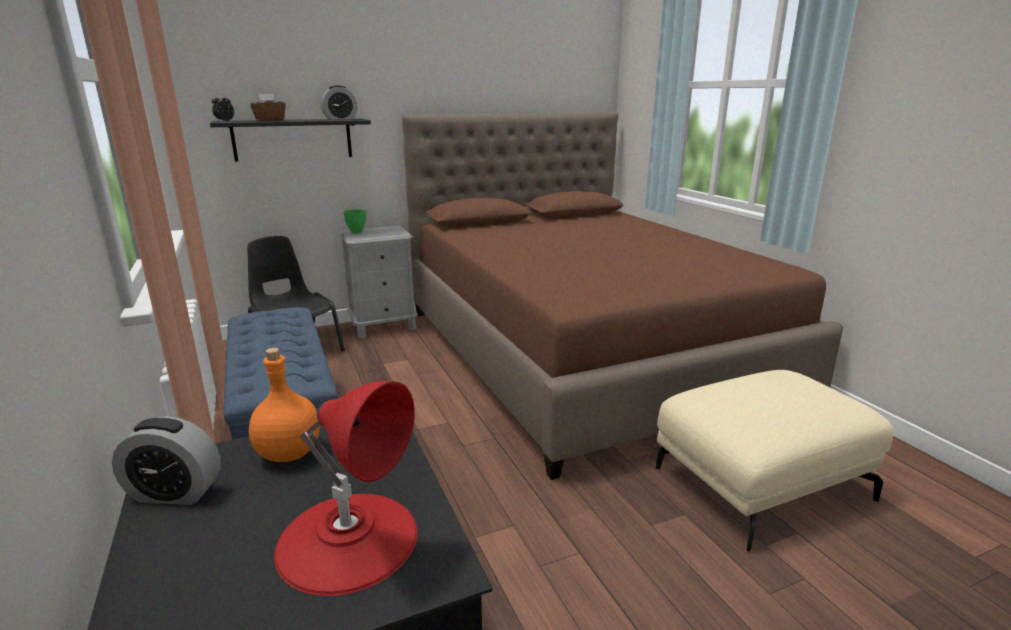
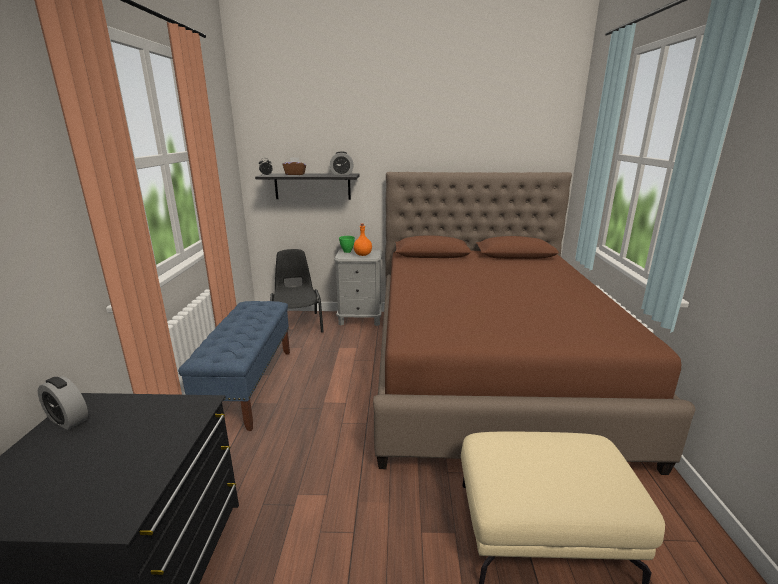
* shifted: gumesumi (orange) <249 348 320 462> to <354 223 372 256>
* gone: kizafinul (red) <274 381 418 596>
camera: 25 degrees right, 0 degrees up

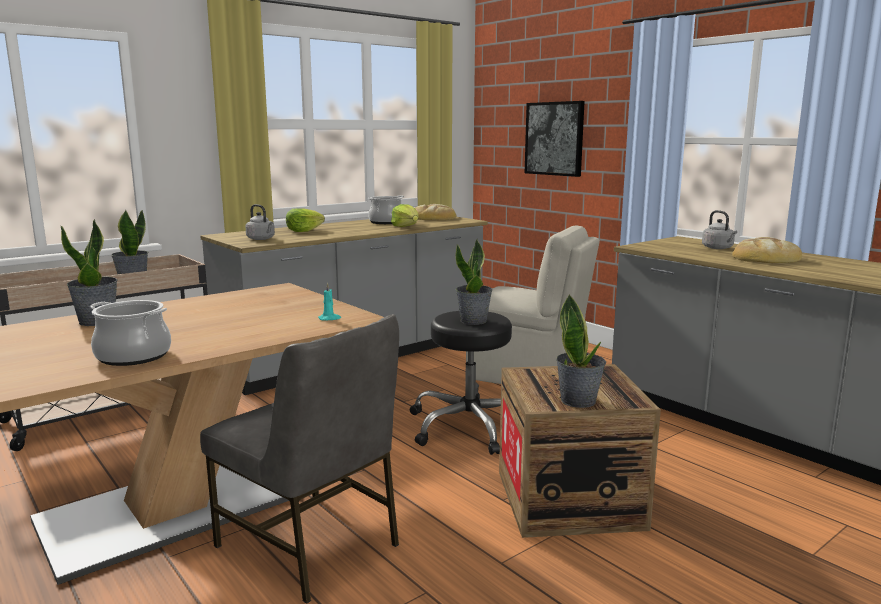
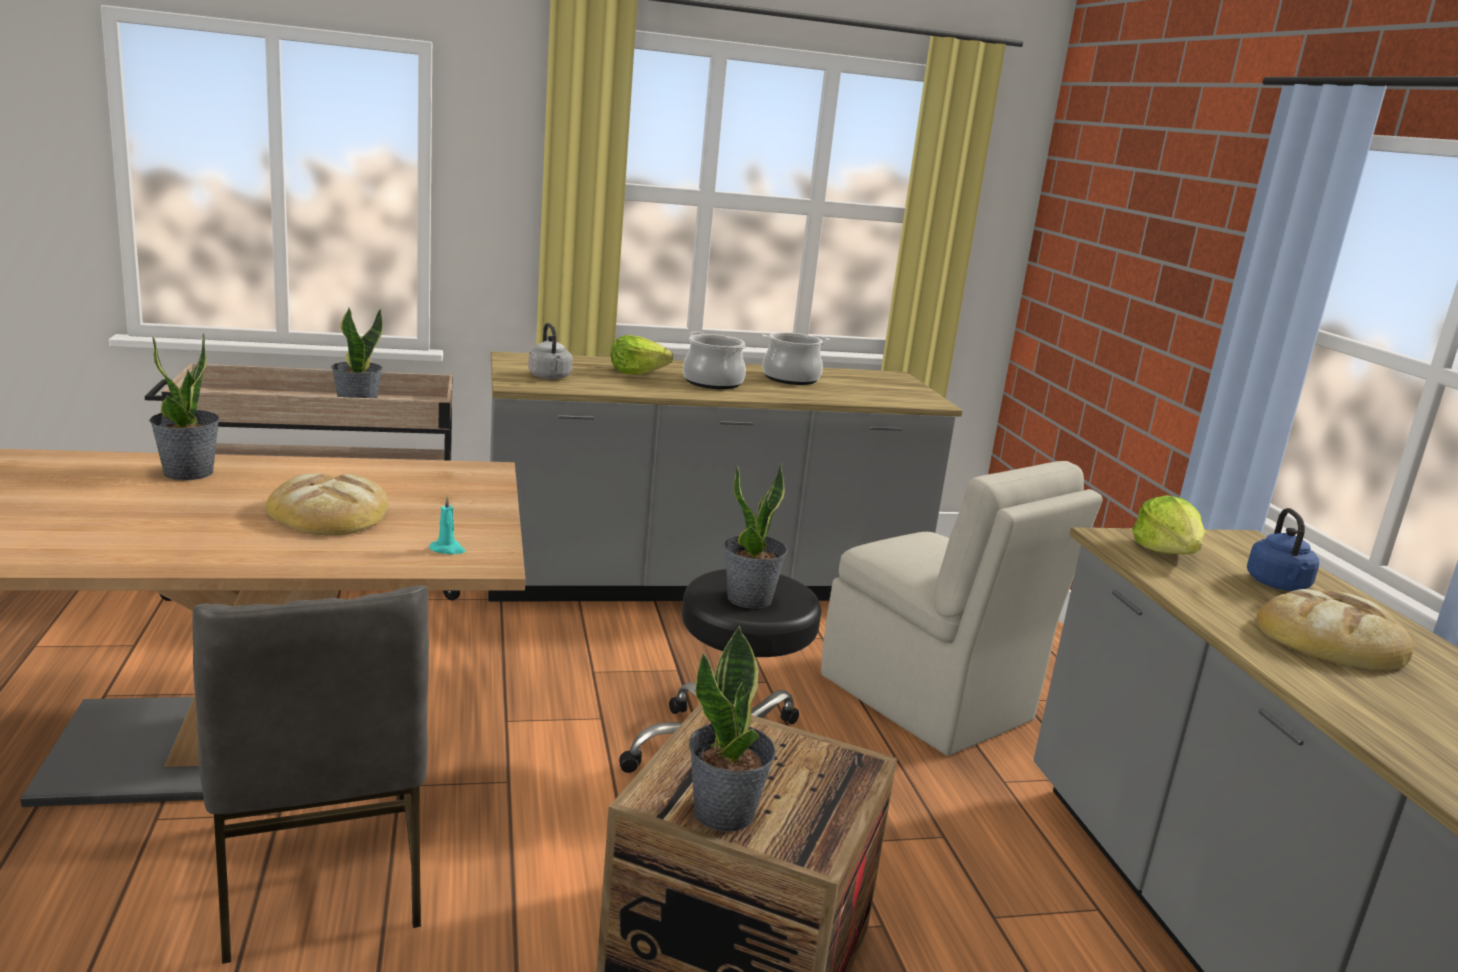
* gone: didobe <525 101 585 177>
* shifted: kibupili <391 204 419 227> to <1132 495 1205 554>
* shifted: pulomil <415 204 456 220> to <266 473 388 536>
* repainted: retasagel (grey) <702 210 737 249> to retasagel (blue) <1247 508 1319 591>
* shifted: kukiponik <90 300 171 366> to <683 331 747 389>
camera: 25 degrees right, 5 degrees up

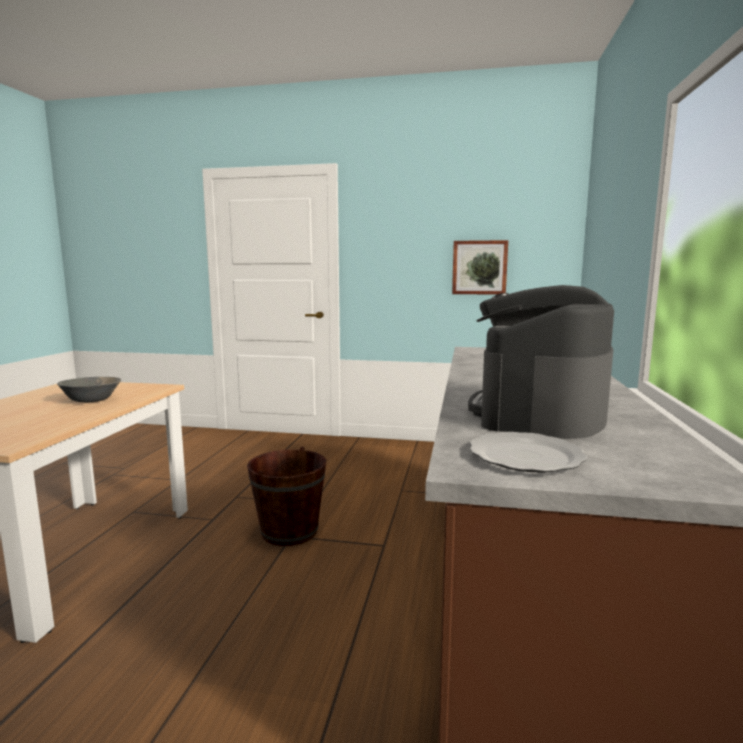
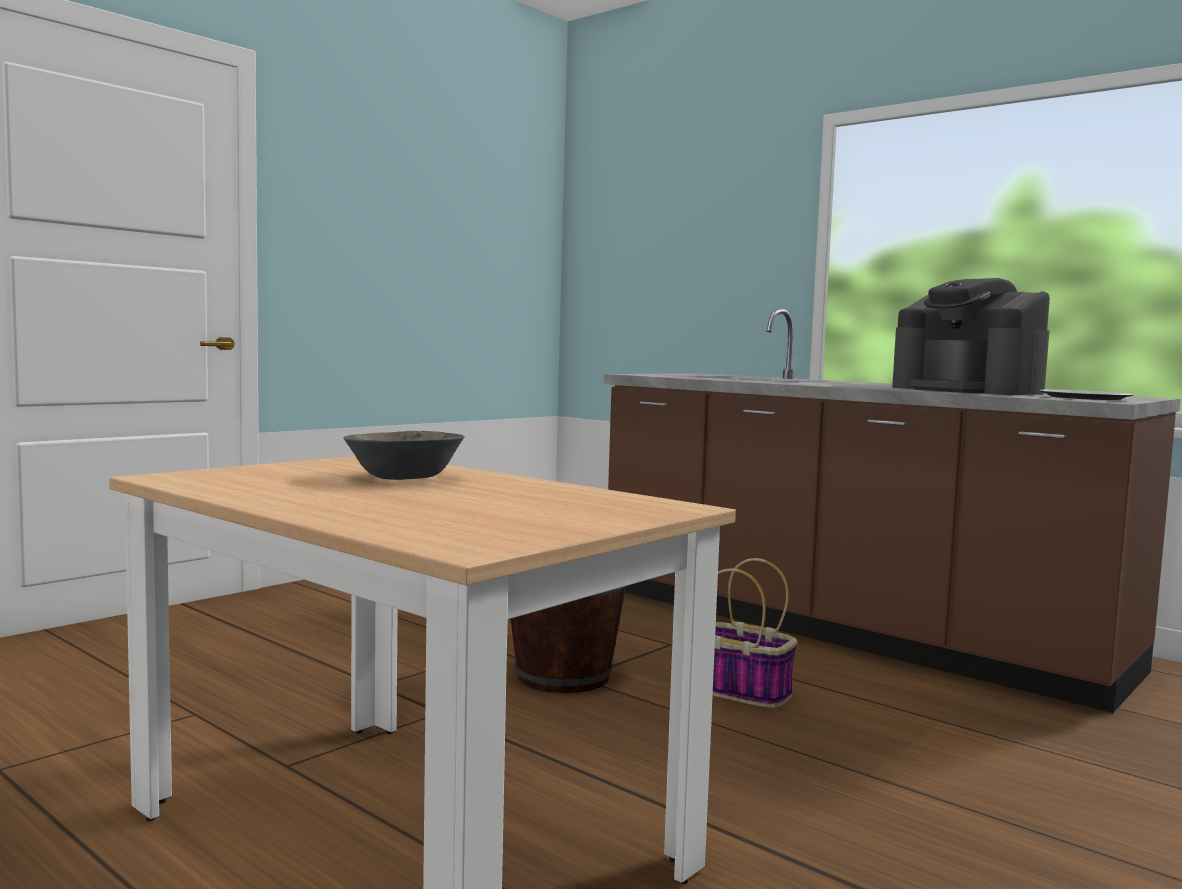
* gone: didobe <452 240 508 295>
* new: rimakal <713 558 797 708>
camera: 60 degrees left, 5 degrees down

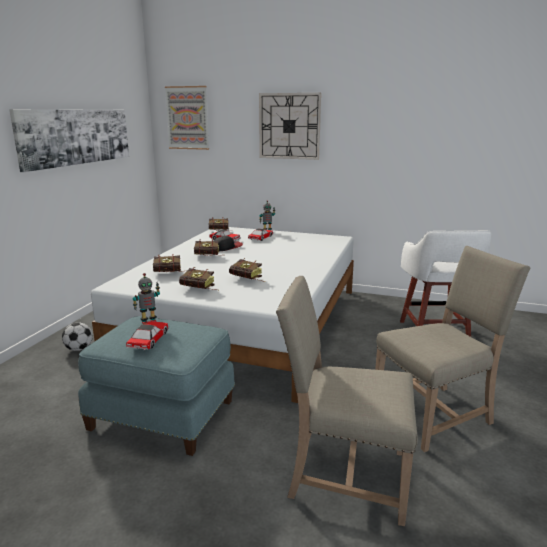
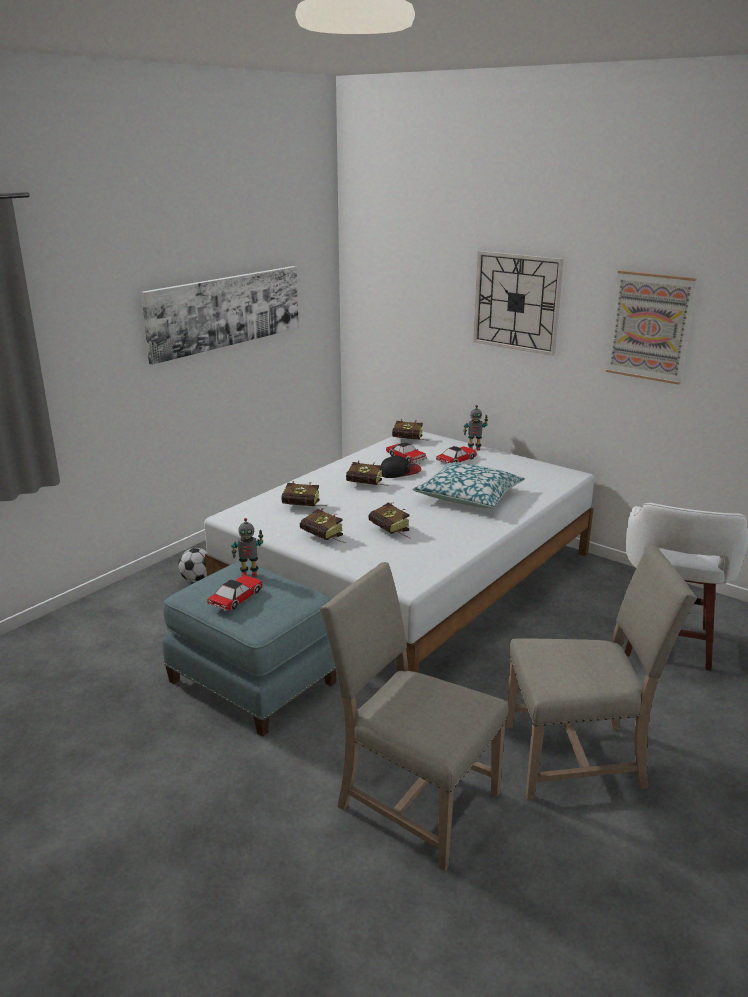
* shifted: didobe <165 86 209 150> to <606 270 697 385>
* new: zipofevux <413 462 525 508>
camera: 20 degrees right, 5 degrees up

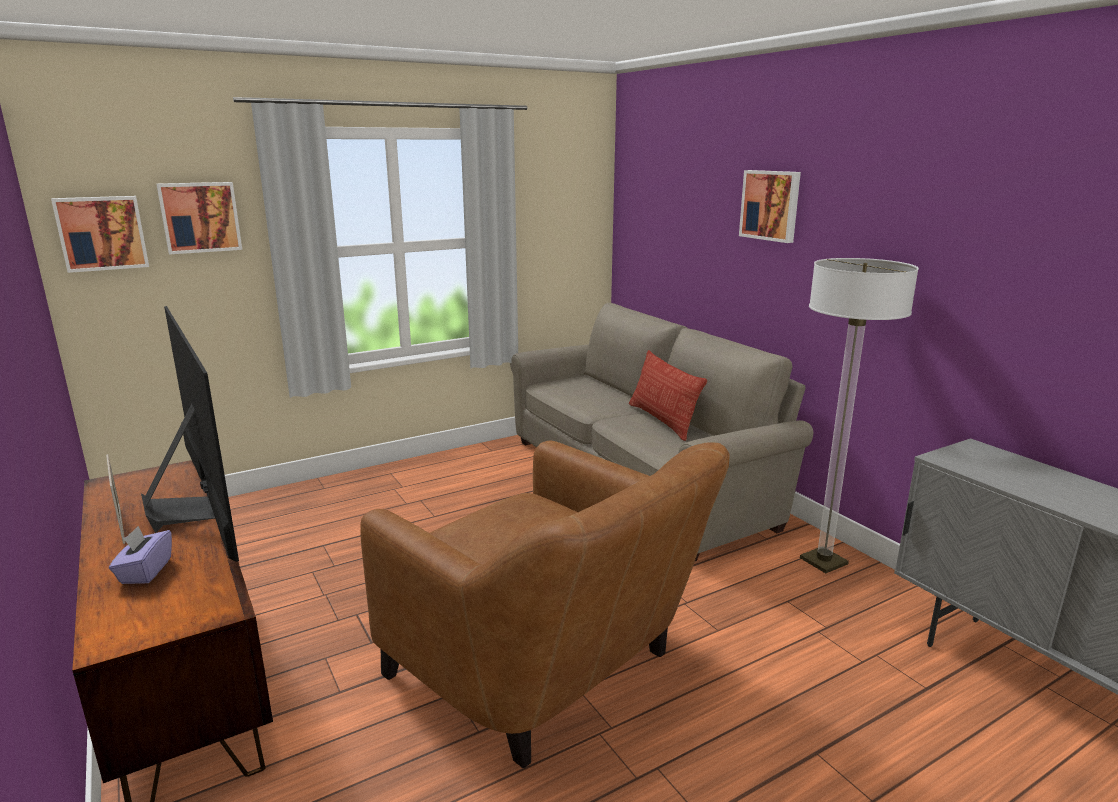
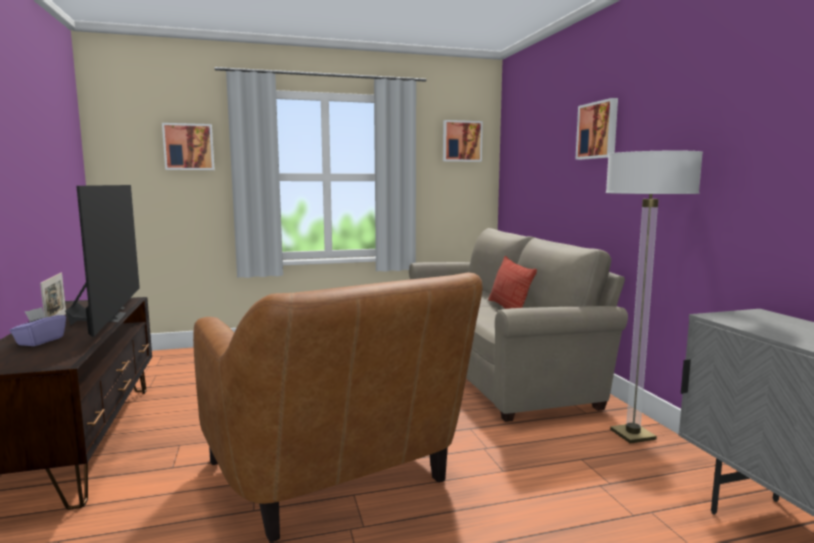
* shifted: didobe <51 196 149 273> to <443 120 483 162>
camera: 15 degrees right, 10 degrees down

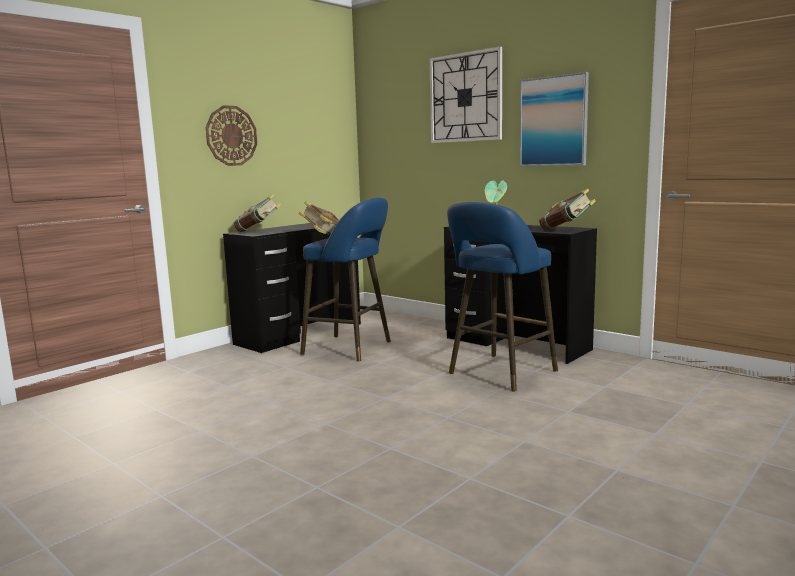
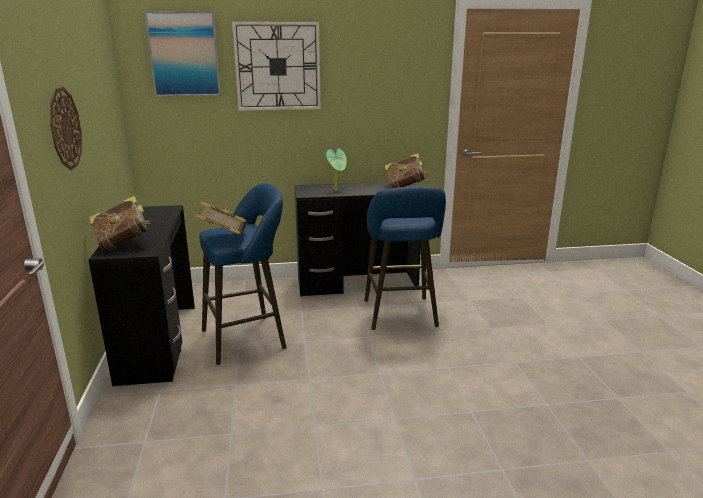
* shifted: didobe <520 72 589 167> to <144 11 221 97>
camera: 50 degrees left, 10 degrees up

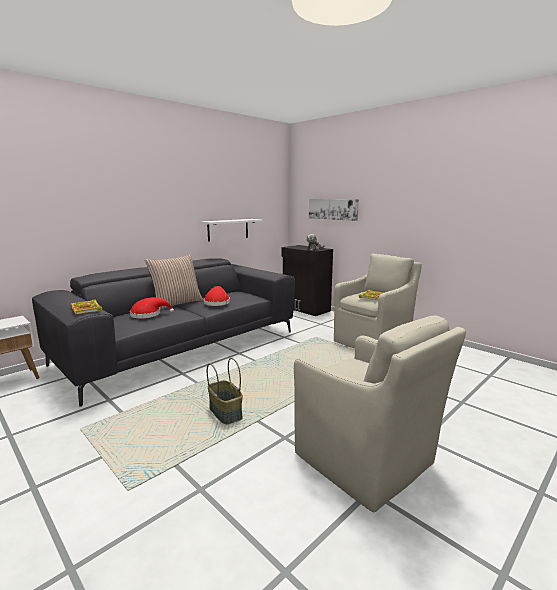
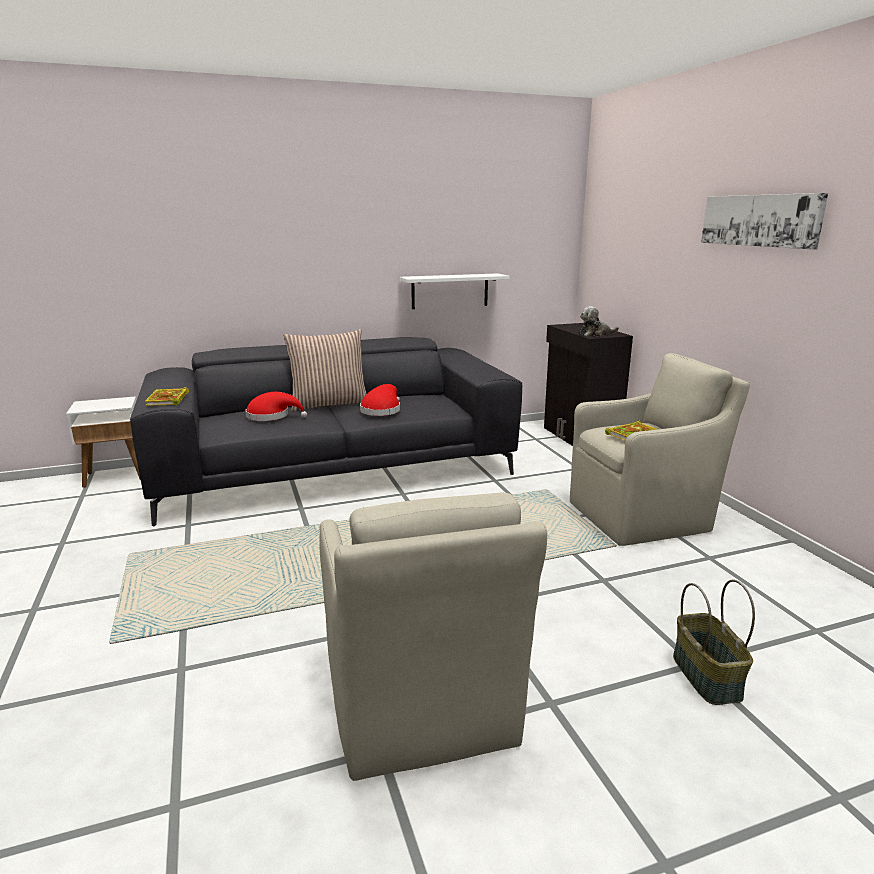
* shifted: didobe <309 199 359 221> to <701 193 828 250>
* shifted: rimakal <207 358 243 424> to <673 579 755 705>
camera: 25 degrees right, 5 degrees up

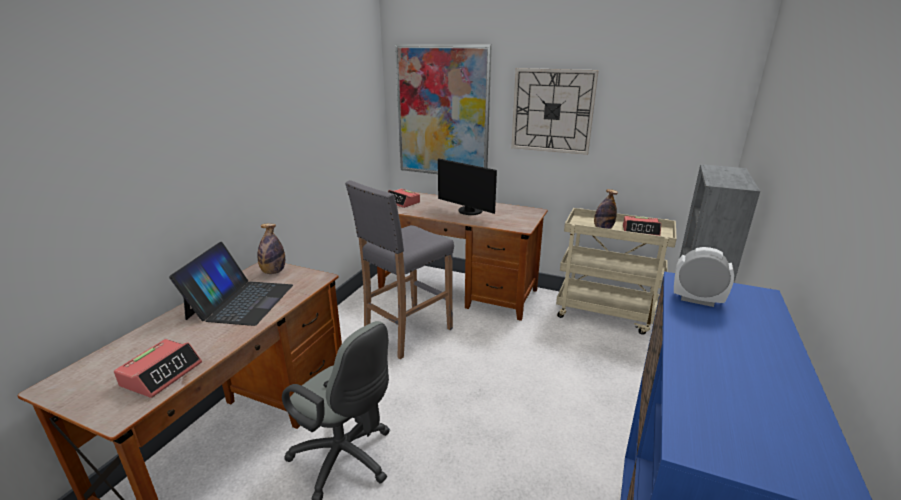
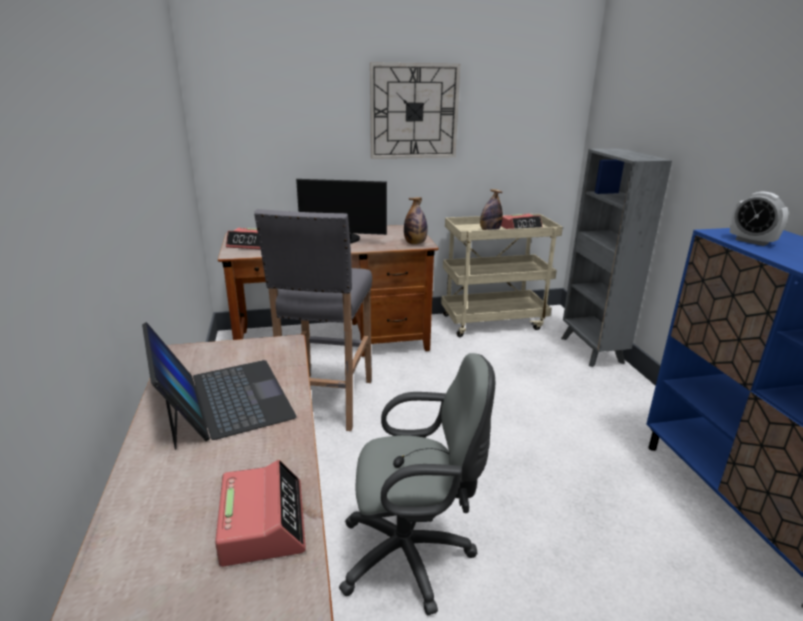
* gone: didobe <395 44 492 174>
* shifted: gumesumi <258 223 285 274> to <404 197 428 245>
* rotated: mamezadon <674 247 734 307> = <730 191 788 246> 120 degrees counterclockwise
camera: 35 degrees left, 0 degrees up

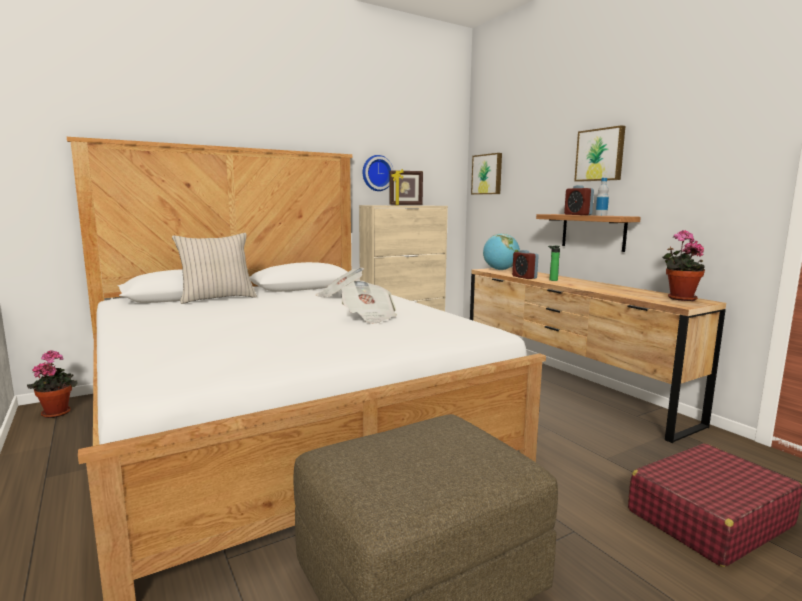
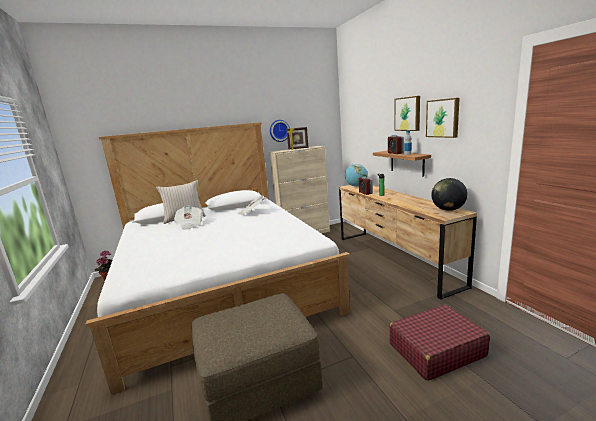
* shifted: didobe <471 153 502 194> to <426 98 460 138>
* swapped: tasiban <662 230 705 301> to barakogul <431 178 468 211>
* shifted: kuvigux <341 280 397 324> to <174 206 203 230>
camera: 10 degrees right, 5 degrees up

